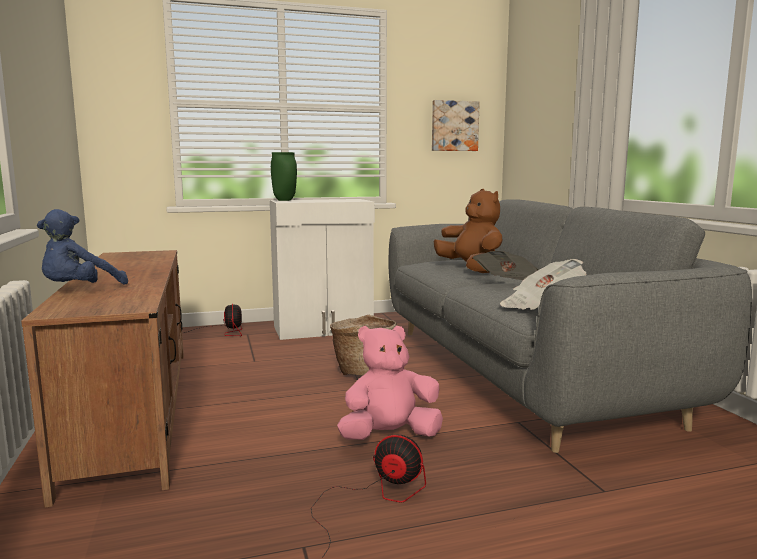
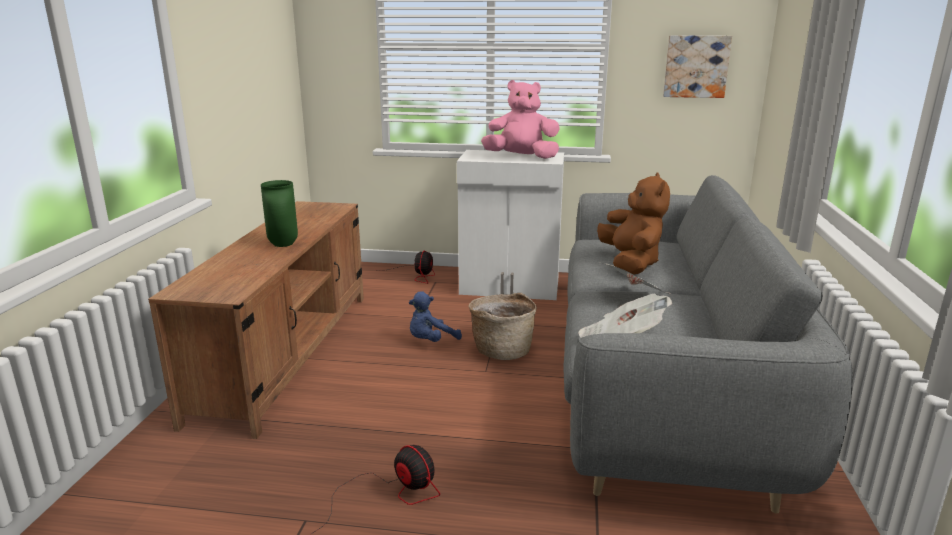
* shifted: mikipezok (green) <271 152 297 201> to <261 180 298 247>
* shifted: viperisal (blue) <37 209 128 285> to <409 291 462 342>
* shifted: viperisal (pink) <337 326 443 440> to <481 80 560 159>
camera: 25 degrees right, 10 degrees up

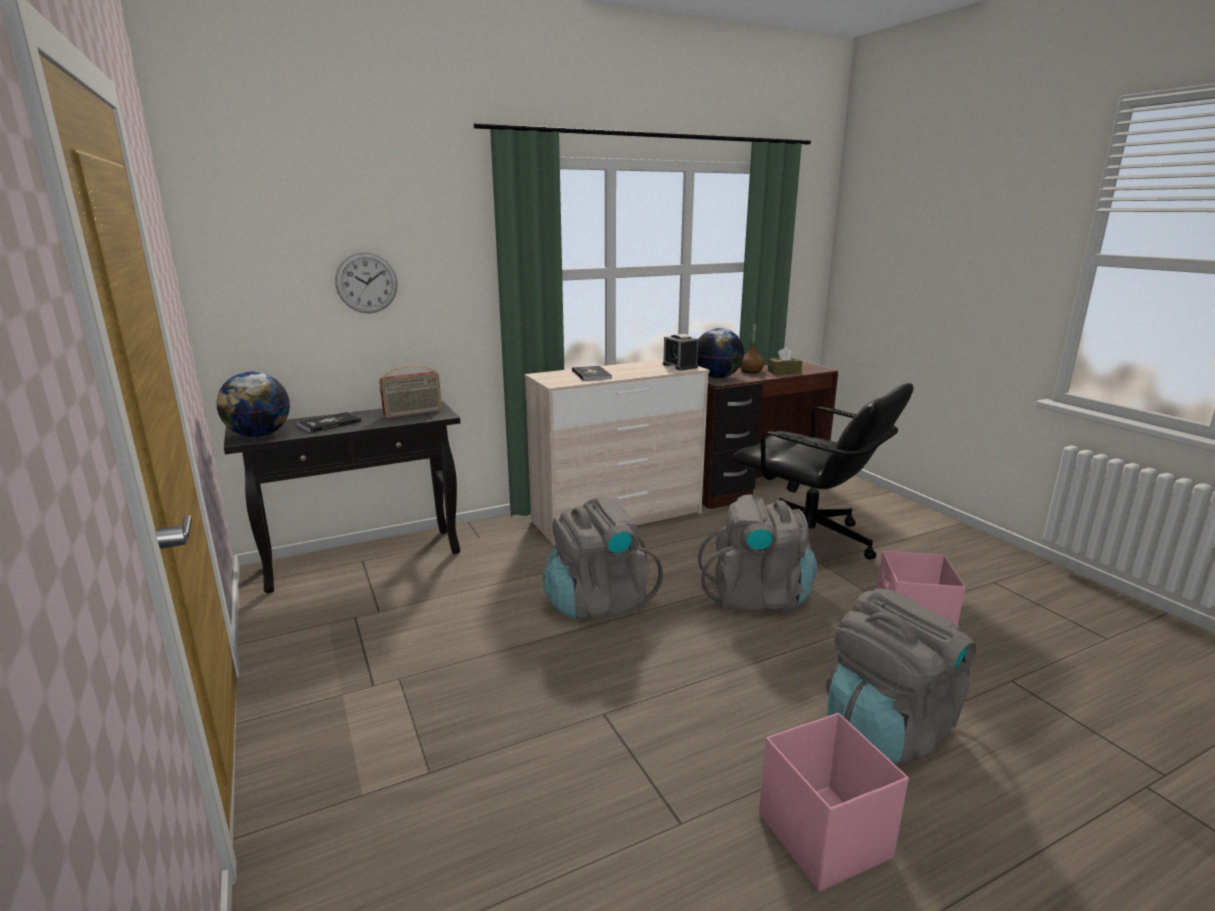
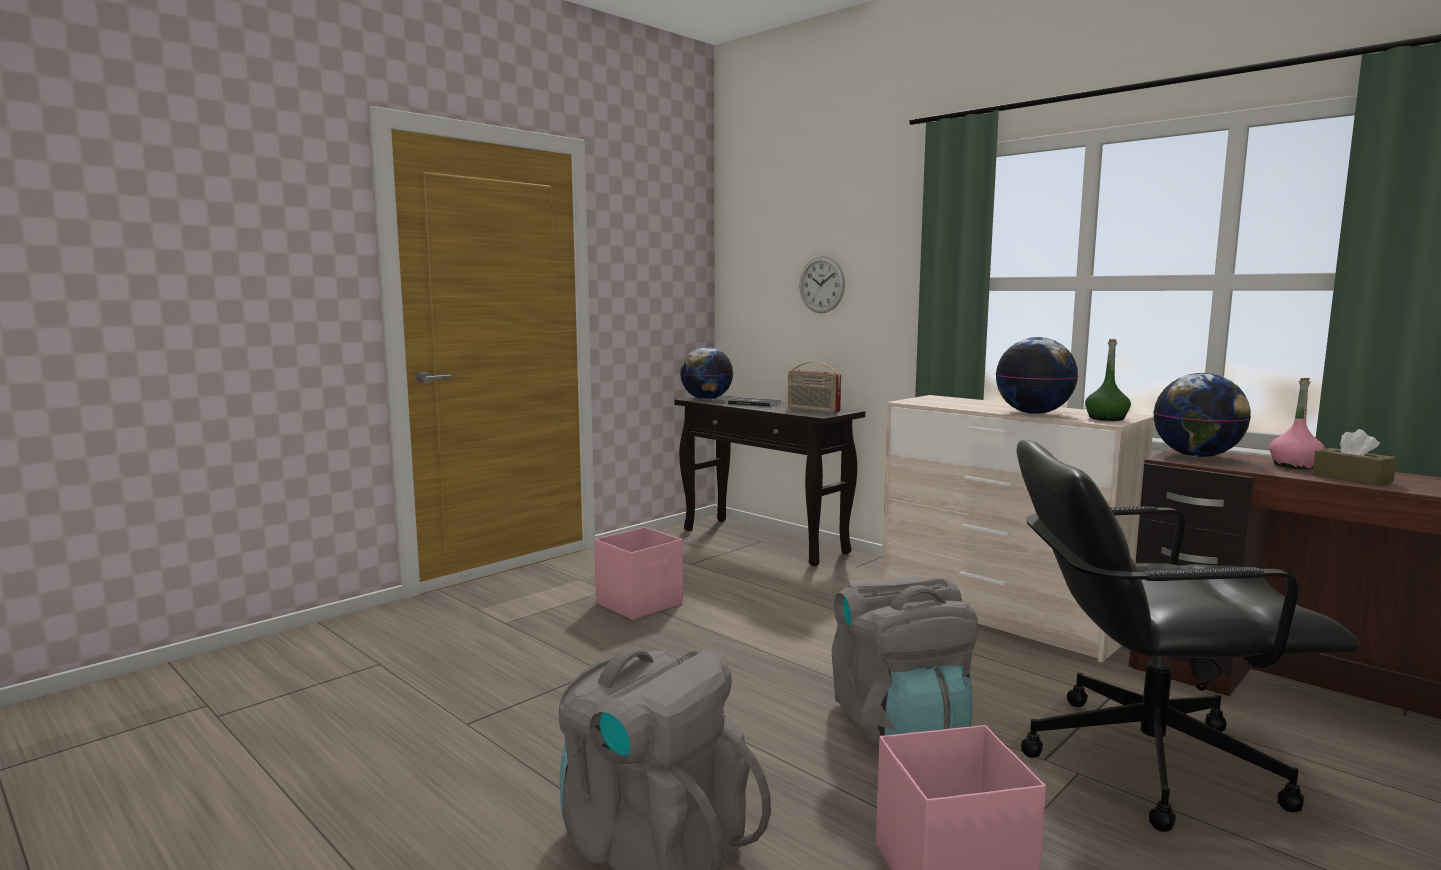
* repainted: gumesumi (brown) <740 324 764 373> to gumesumi (pink) <1269 378 1325 469>
* swapped: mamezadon <663 334 698 370> to gumesumi (green) <1085 339 1131 421>
* gone: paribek <572 366 612 381>
* rotated: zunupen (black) <731 383 913 560> = <1016 440 1360 832> 75 degrees clockwise
* gone: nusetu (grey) <543 496 663 621>
* shifted: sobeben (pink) <759 713 909 892> to <594 527 683 620>
* new: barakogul <996 337 1078 414>
camera: 70 degrees right, 10 degrees down

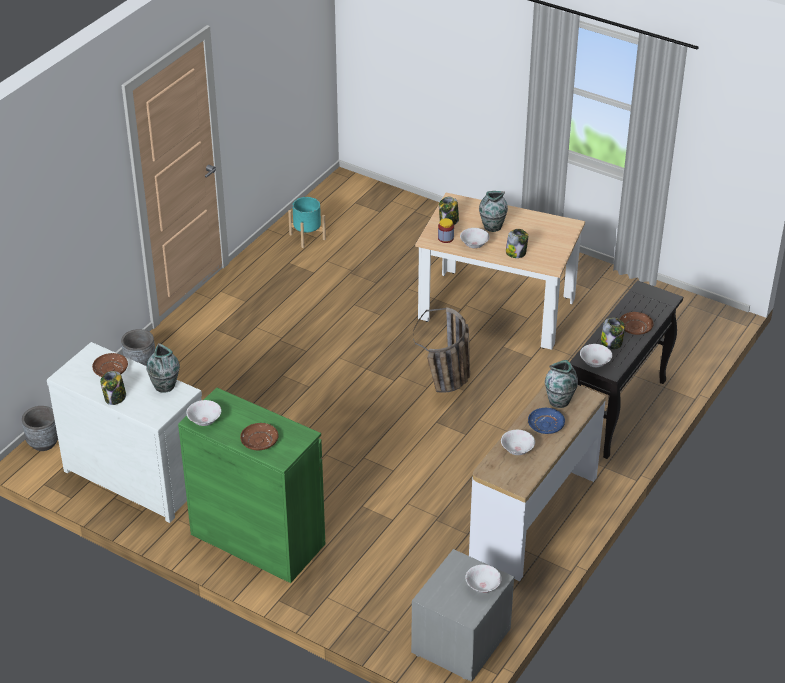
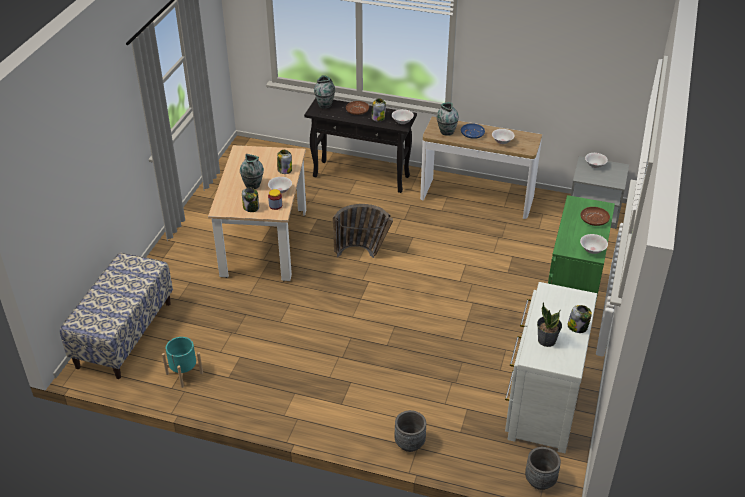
* shifted: mikipezok <146 343 180 392> to <314 75 335 108>
* swapped: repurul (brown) <92 353 128 377> to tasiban <537 303 562 347>
* new: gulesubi <60 253 173 379>
camera: 105 degrees left, 0 degrees up

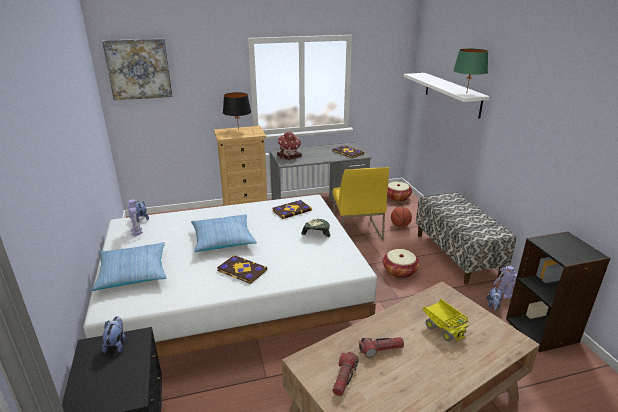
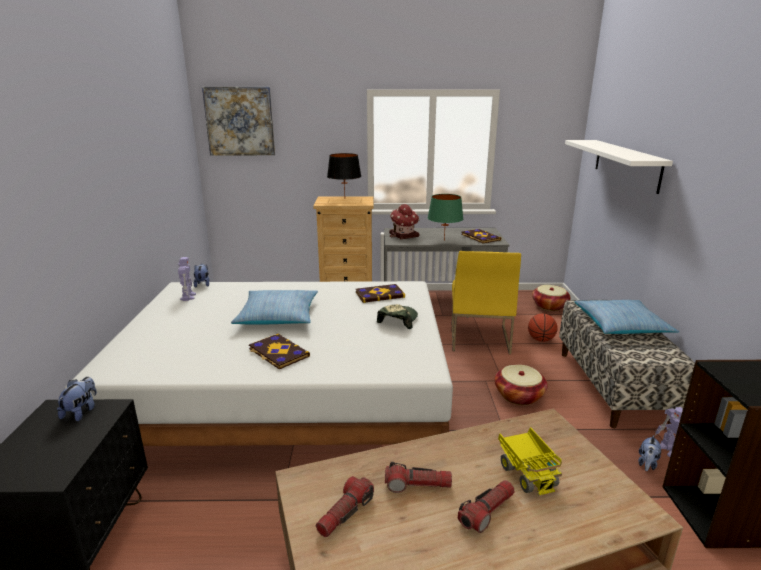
* shifted: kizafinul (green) <453 48 488 91> to <428 194 463 241>
* shifted: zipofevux <91 242 166 291> to <575 300 679 334>
* new: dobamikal <458 480 515 533>
camera: 15 degrees right, 5 degrees down

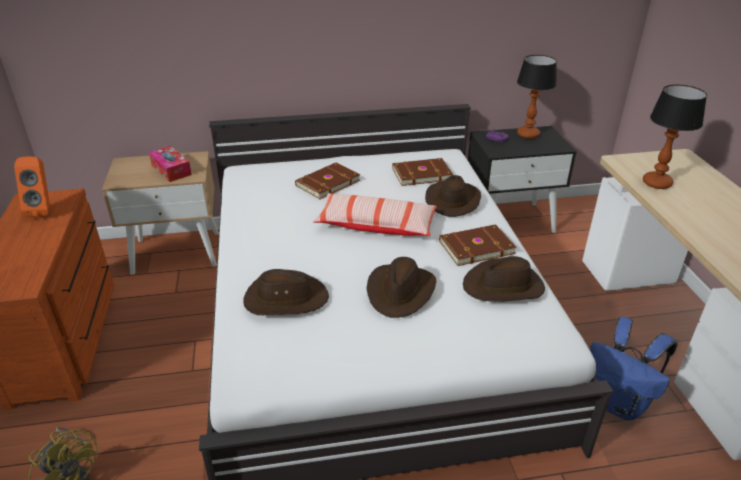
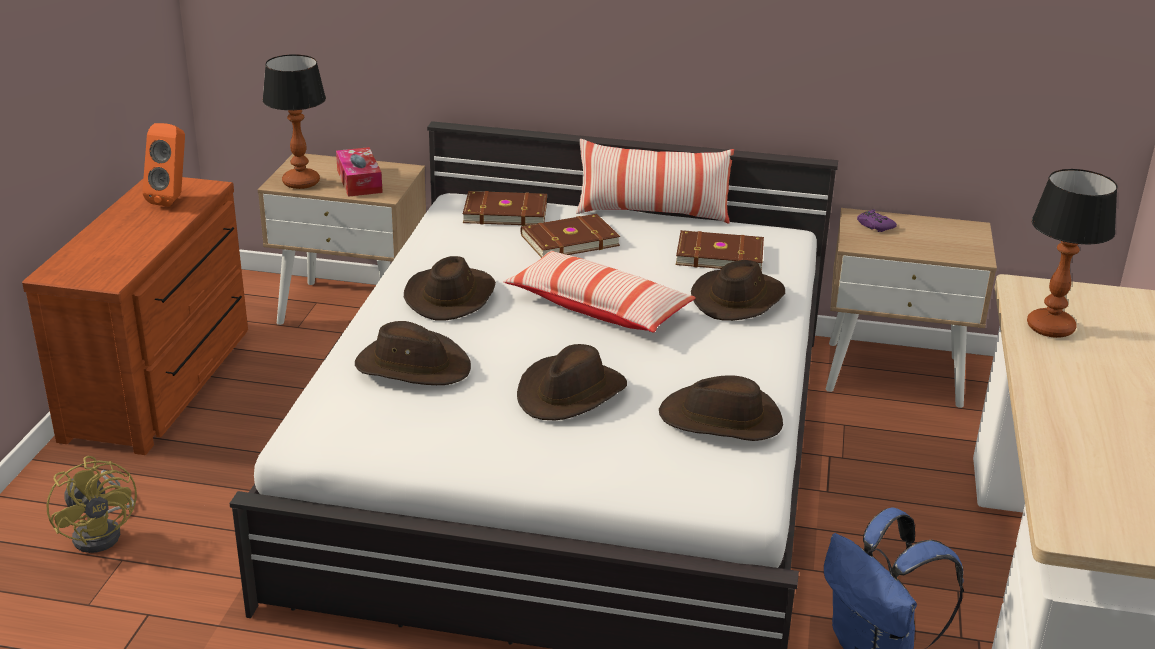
* shifted: kizafinul <517 55 557 139> to <262 54 326 189>
* repainted: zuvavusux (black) <468 126 577 233> to zuvavusux (beige) <826 208 997 408>
* shifted: paribek (brown) <439 224 516 266> to <463 191 547 226>
* new: zipofevux <576 139 734 224>
* new: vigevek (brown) <404 256 496 321>
camera: 20 degrees right, 5 degrees down

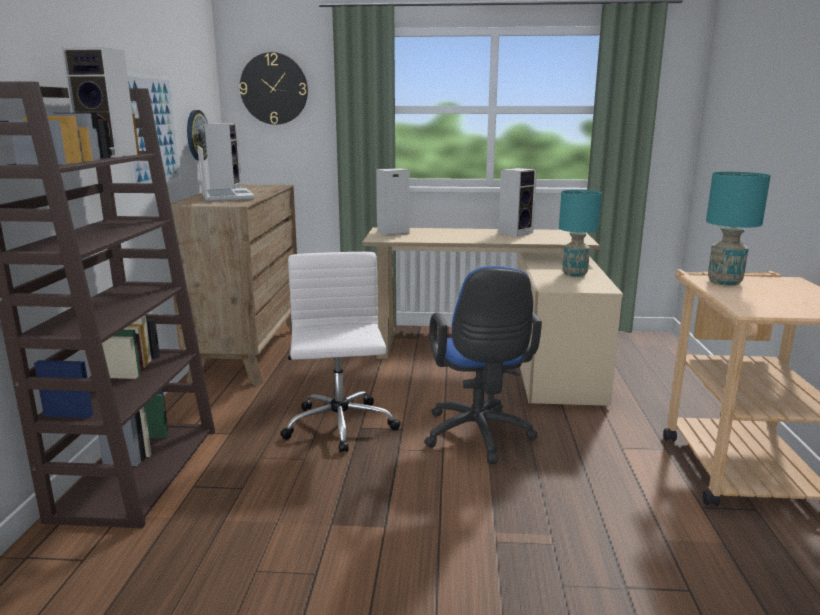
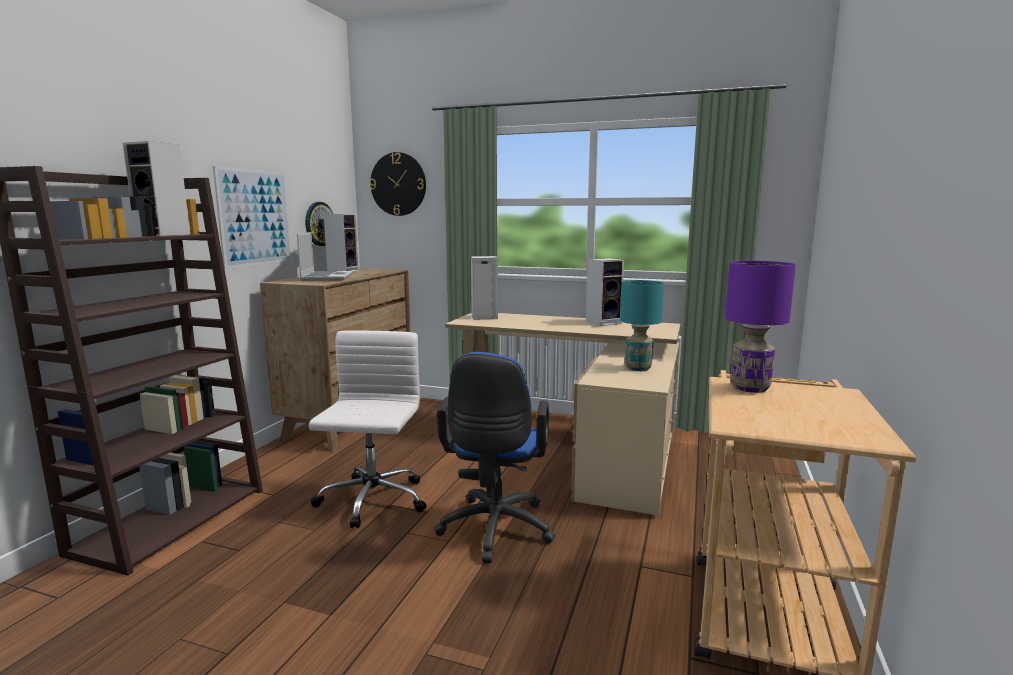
* repainted: kizafinul (turquoise) <706 172 771 286> to kizafinul (purple) <725 261 796 393>
camera: 15 degrees right, 5 degrees down

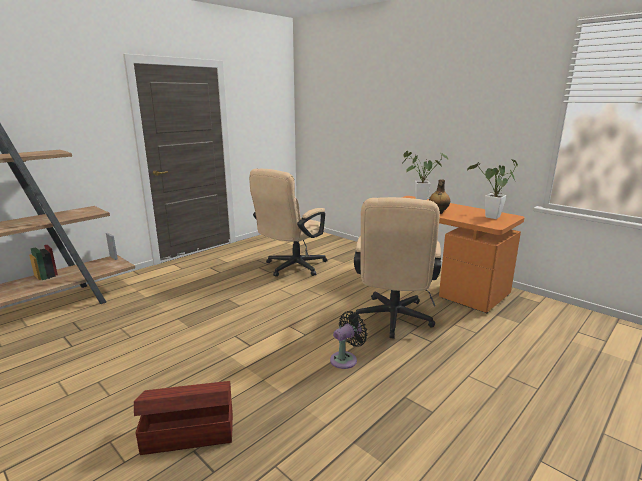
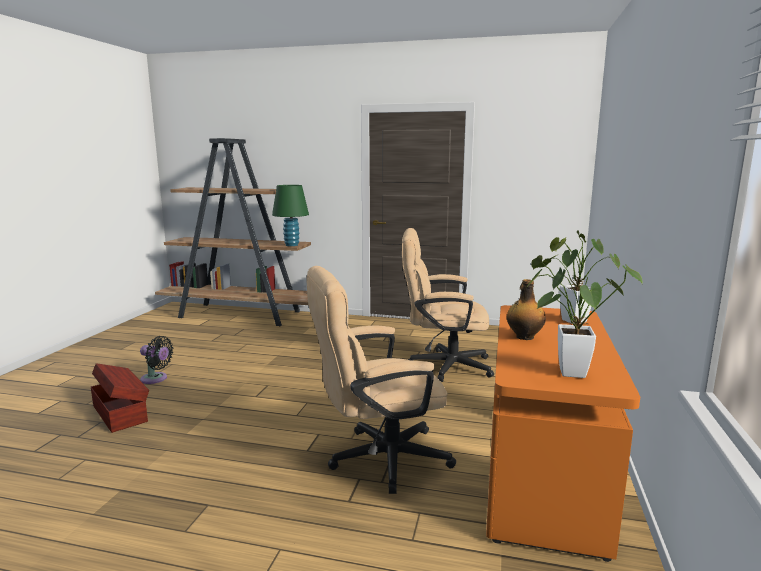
* shifted: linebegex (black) <330 311 368 369> to <140 336 173 384>
* new: kizafinul (green) <272 185 309 246>
camera: 60 degrees right, 5 degrees down

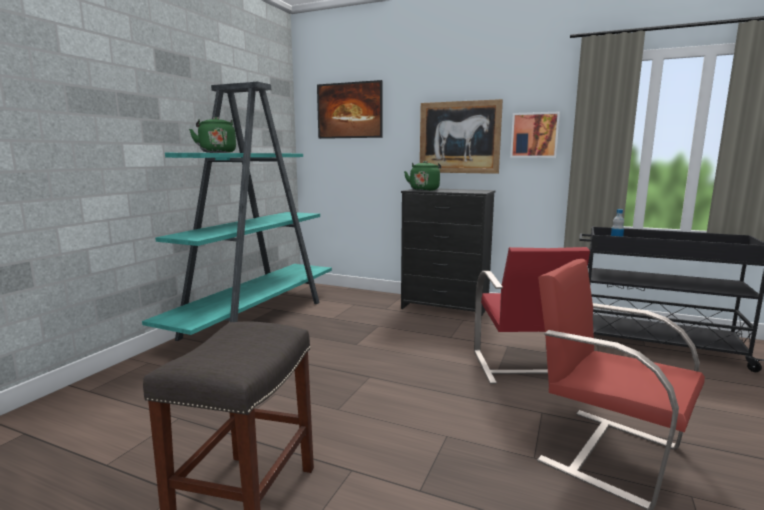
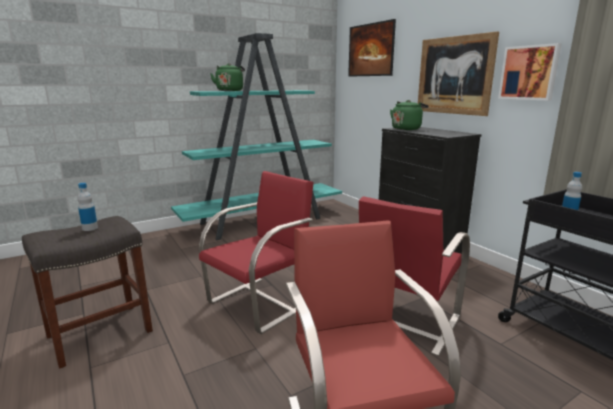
* new: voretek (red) <199 171 314 334>
* new: gumesumi <77 183 98 231>
camera: 35 degrees right, 5 degrees up

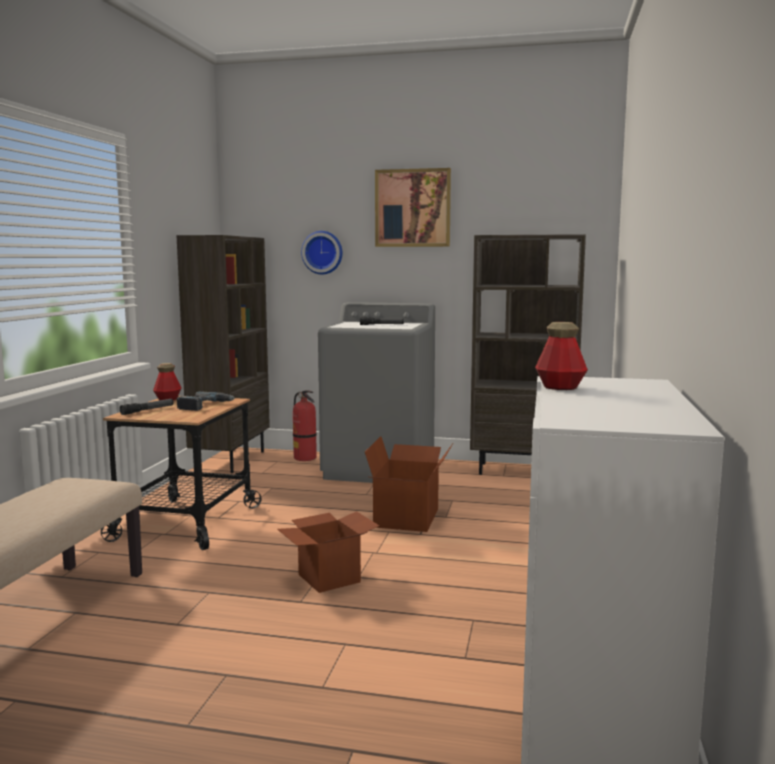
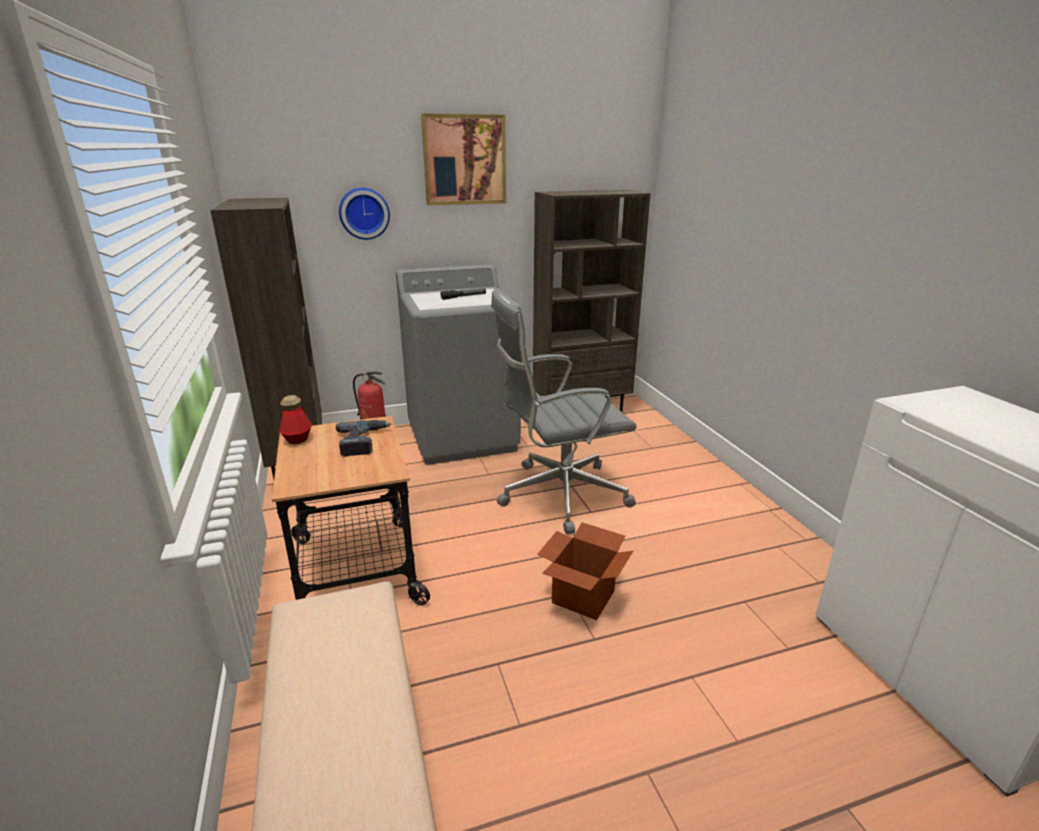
* gone: gumesumi <535 322 588 390>
* gone: dobamikal <120 399 174 415>
* swapped: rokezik <365 436 453 532> to zunupen (grey) <491 290 637 534>
camera: 30 degrees left, 15 degrees up

